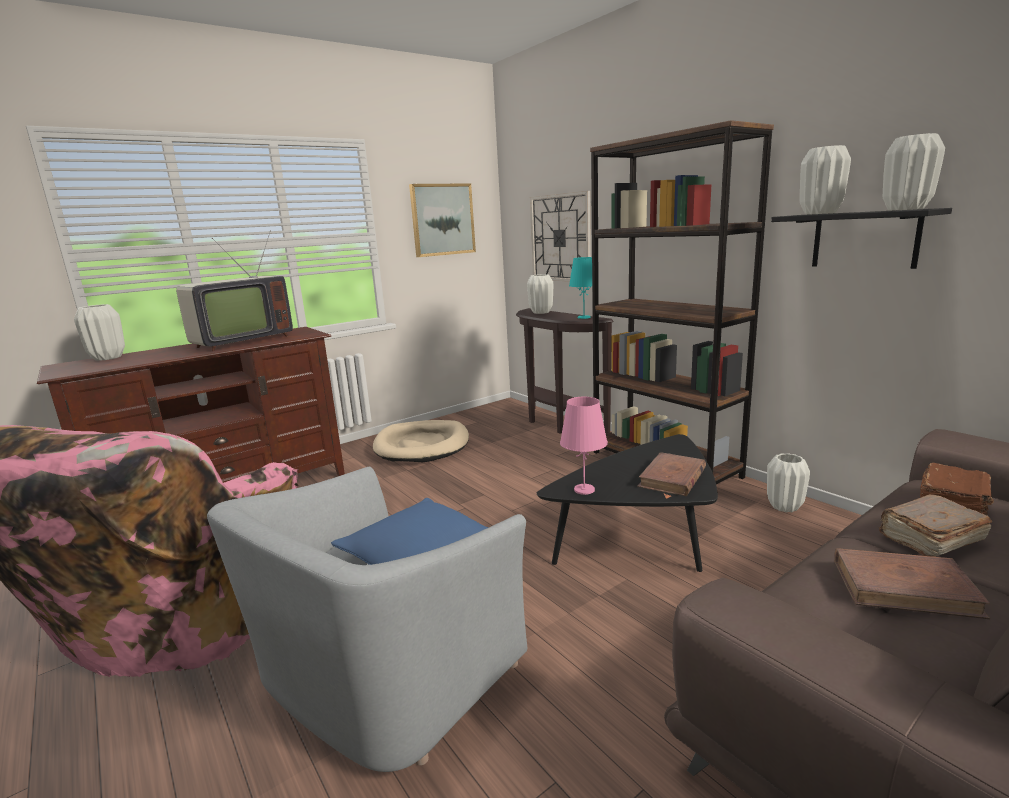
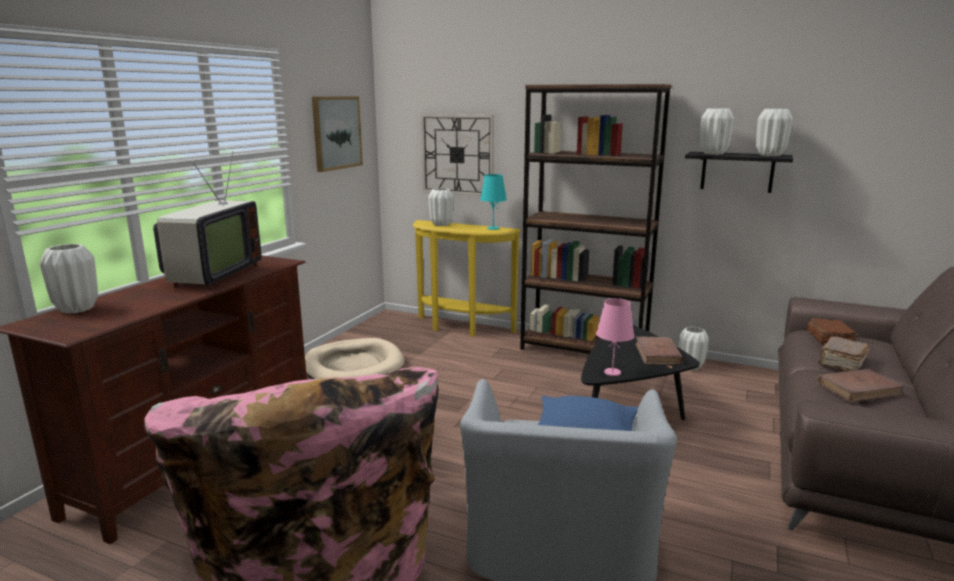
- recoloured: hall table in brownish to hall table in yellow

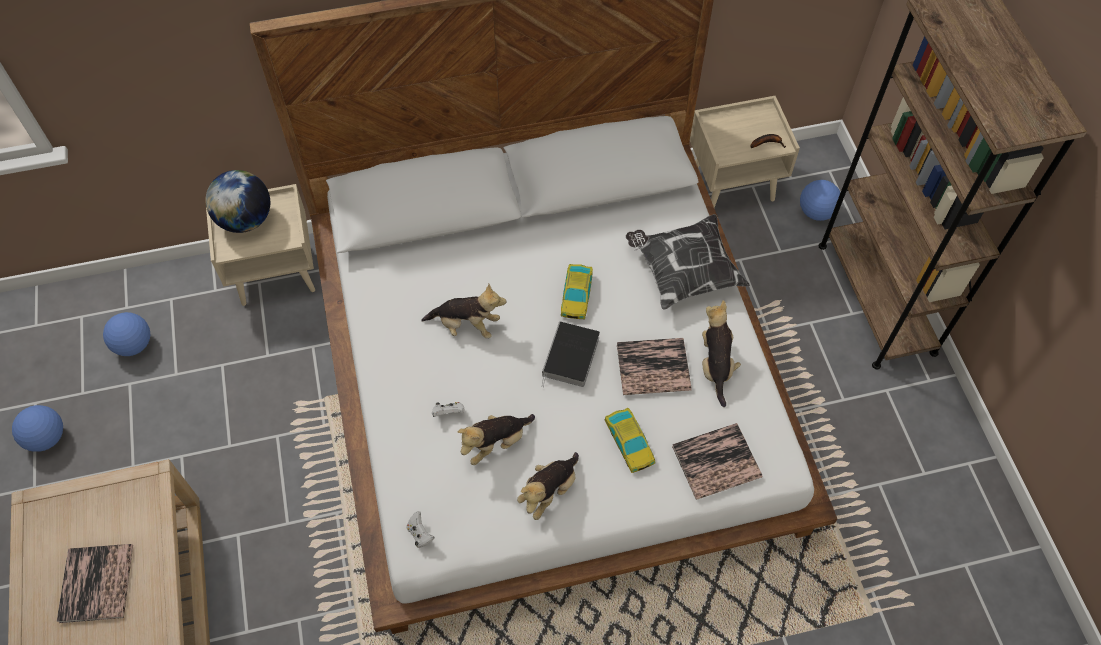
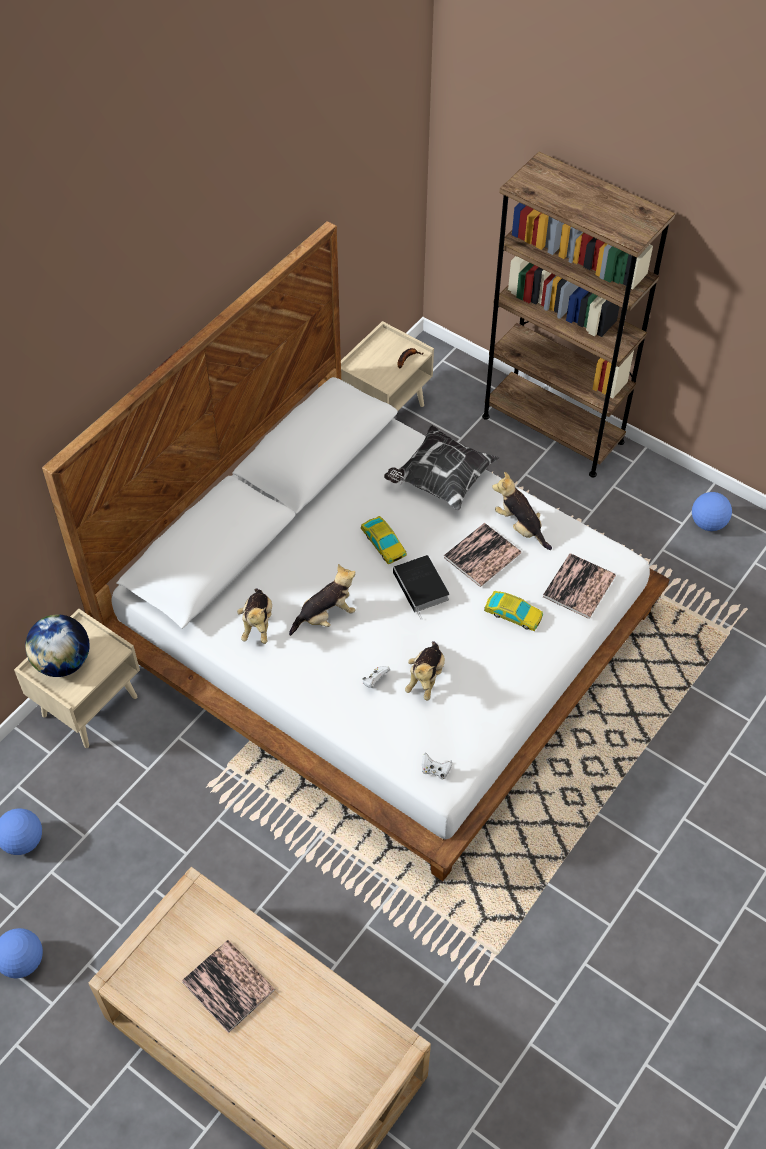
- moved: plush toy (3rd from left in the first image) to plush toy (1st from left)
- moved: ball for football (3rd from left)

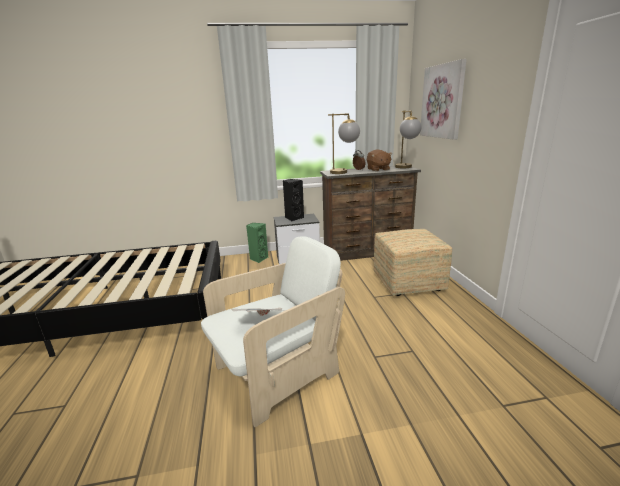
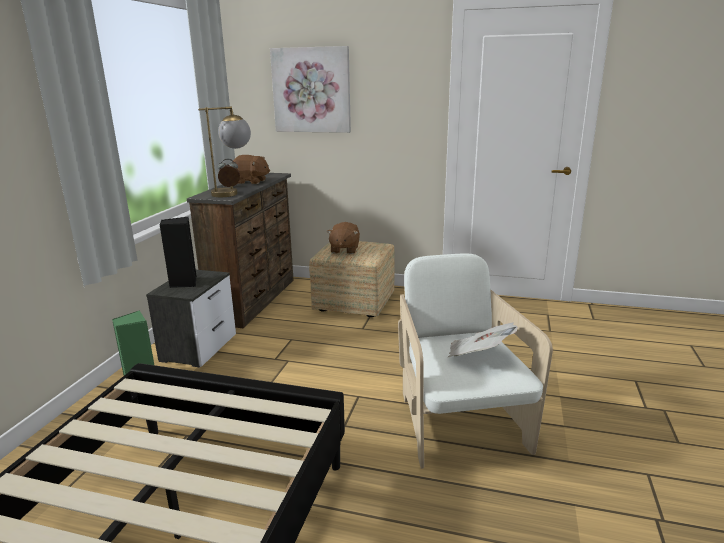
- added: plush toy in brownish (2nd from left)
- removed: table lamp (2nd from left)

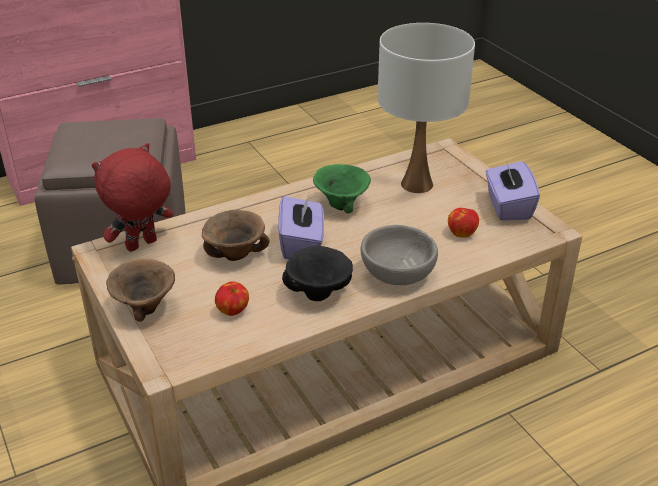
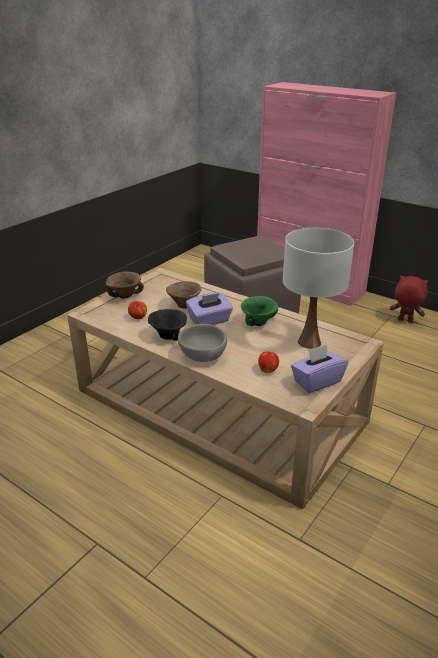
- moved: plush toy in red

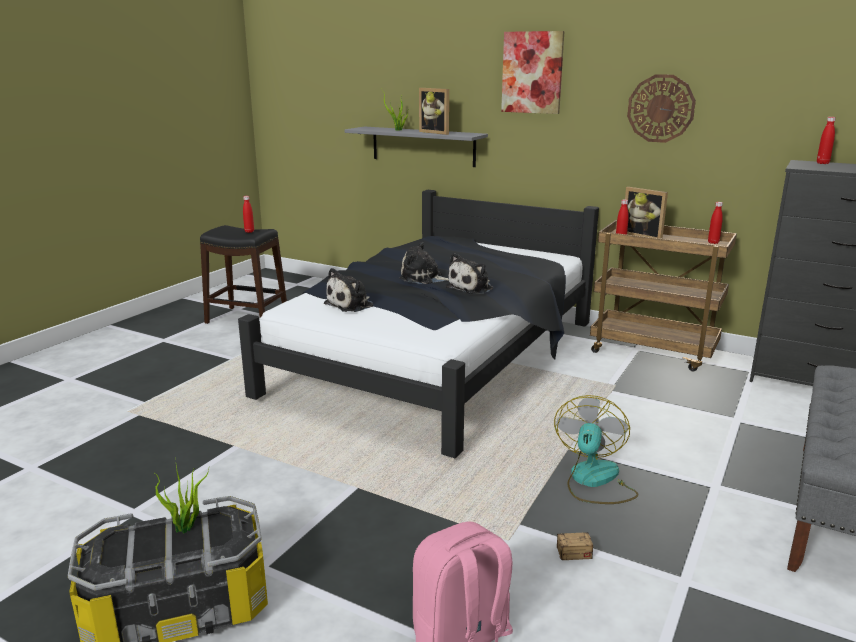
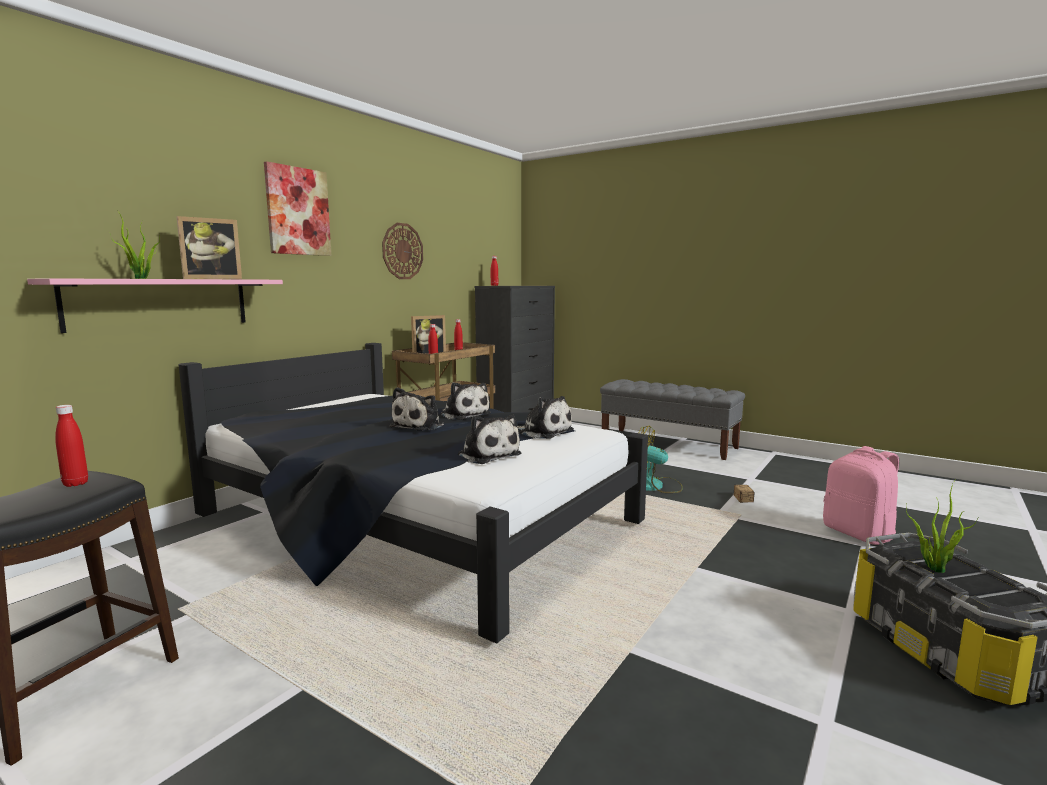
- recoloured: wall shelf in gray to wall shelf in pinkish
- added: plush toy (4th from left)

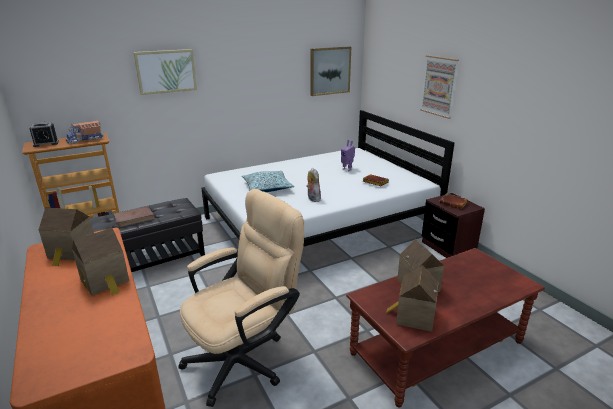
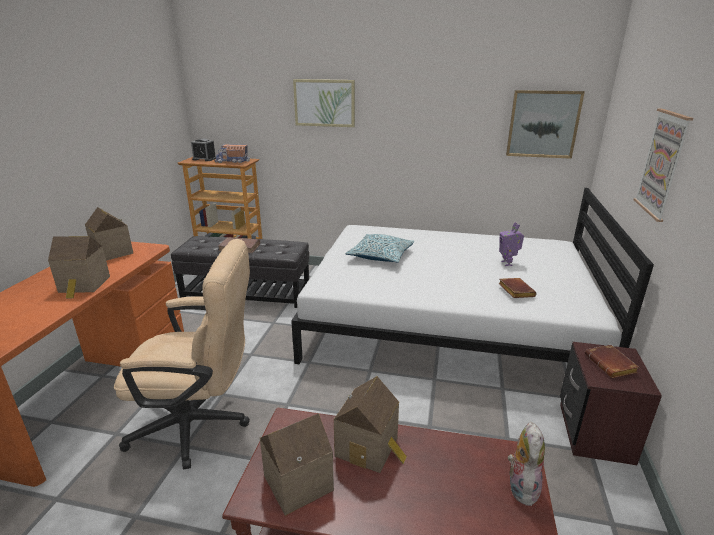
- moved: plush toy

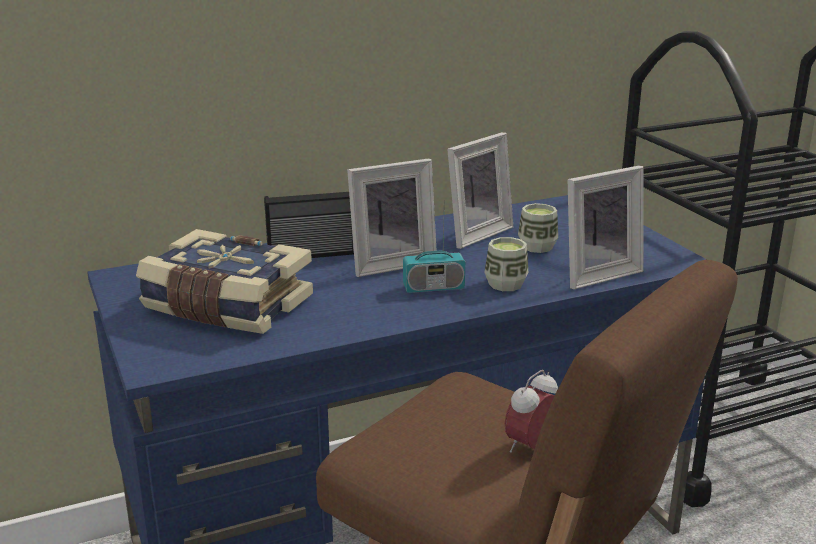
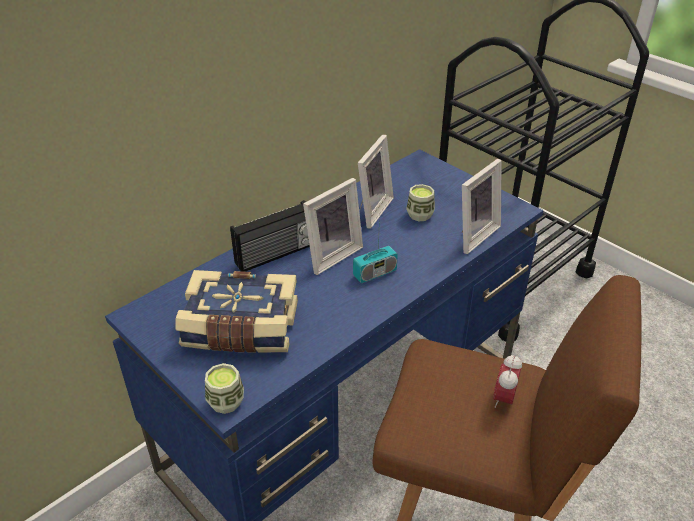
- moved: small cup (1st from left)

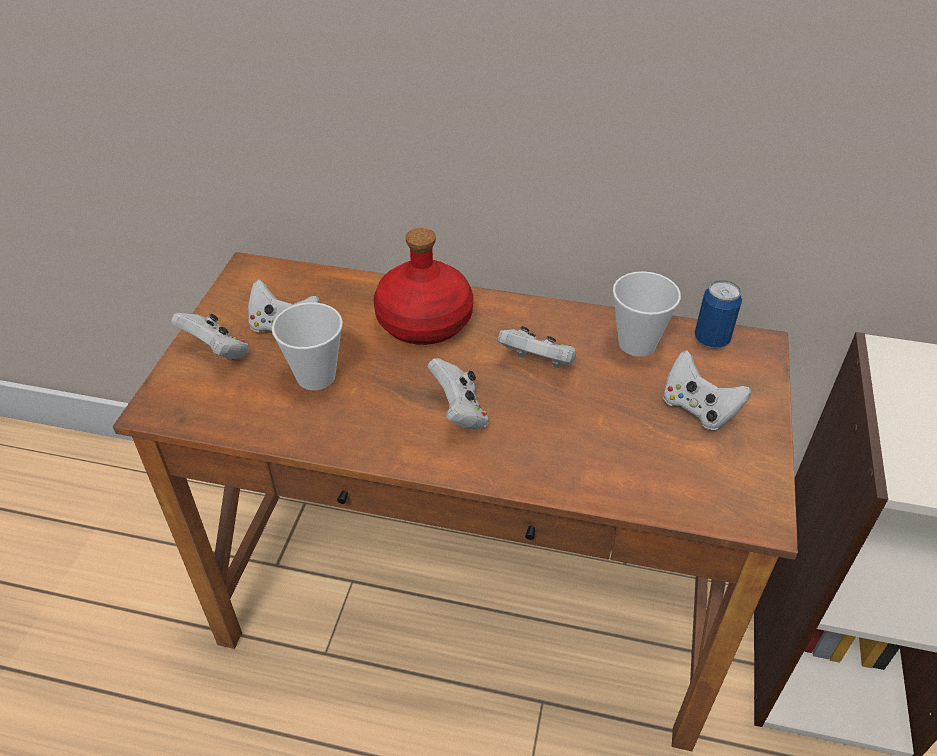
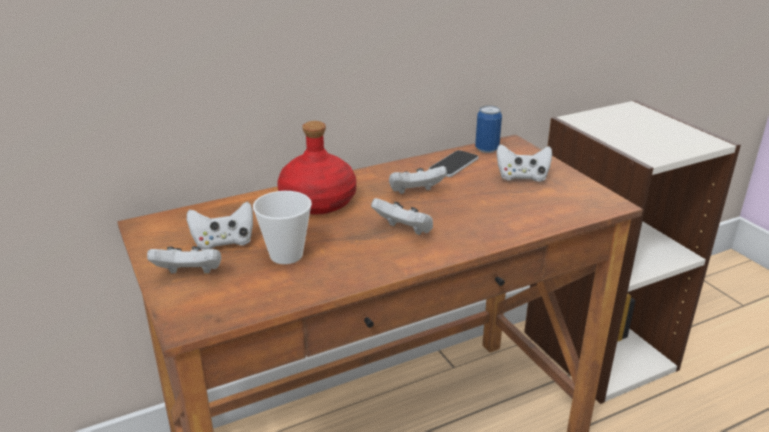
- replaced: small cup (2nd from left) to telephone

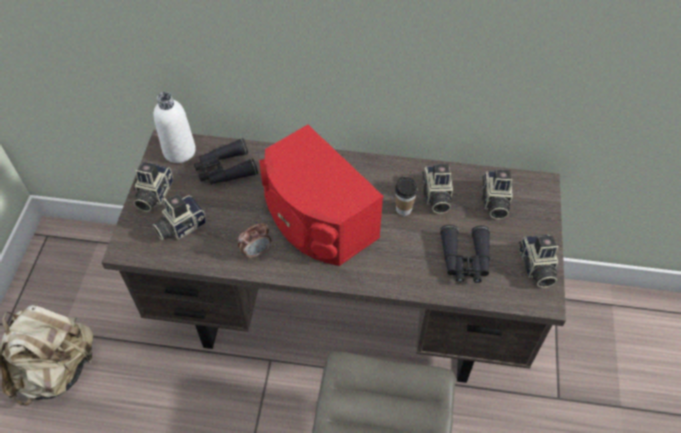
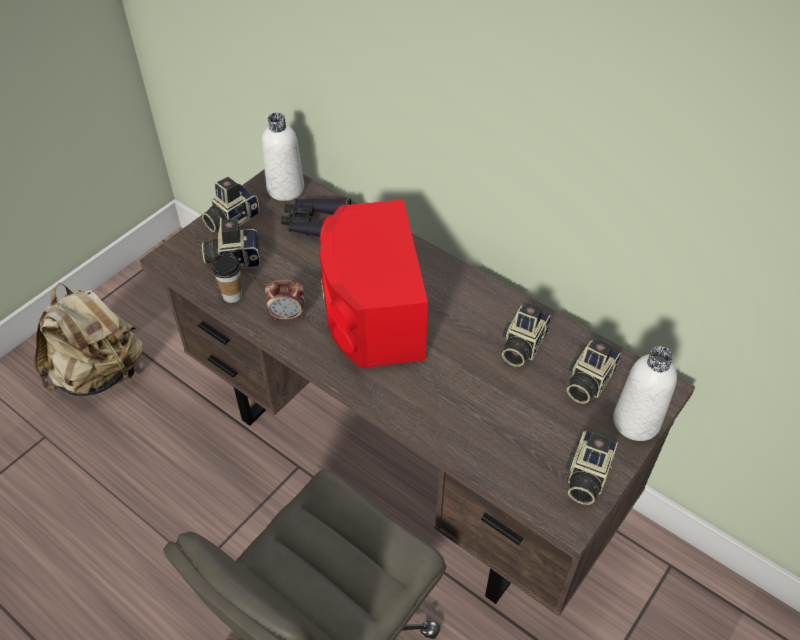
- moved: small cup
- added: drink bottle in whitish (2nd from left)
- removed: binoculars in blackish (2nd from left)

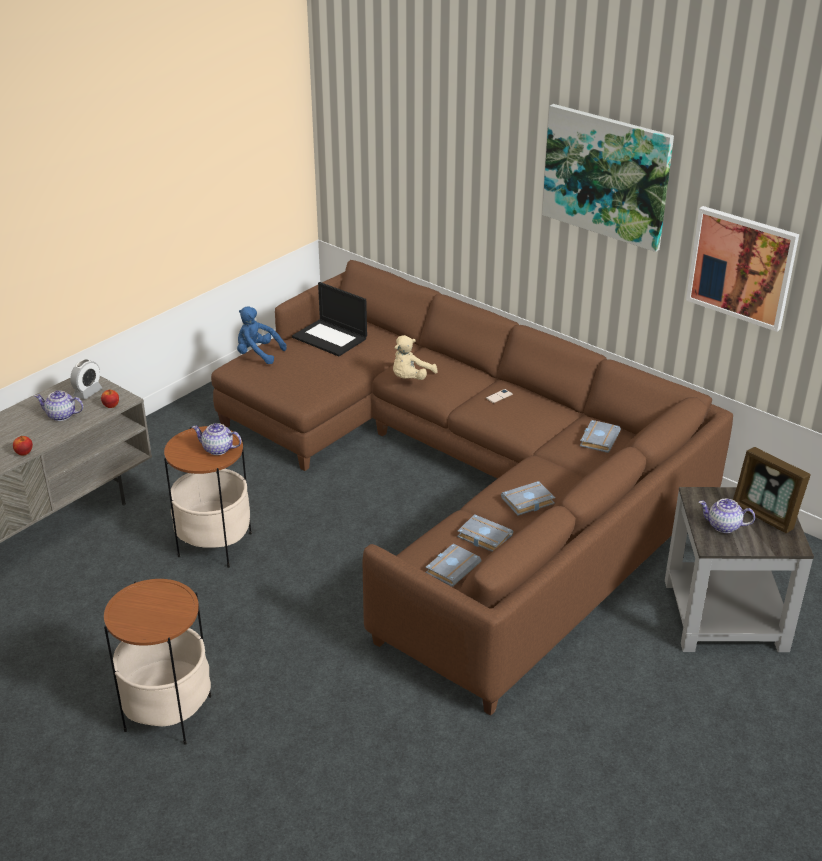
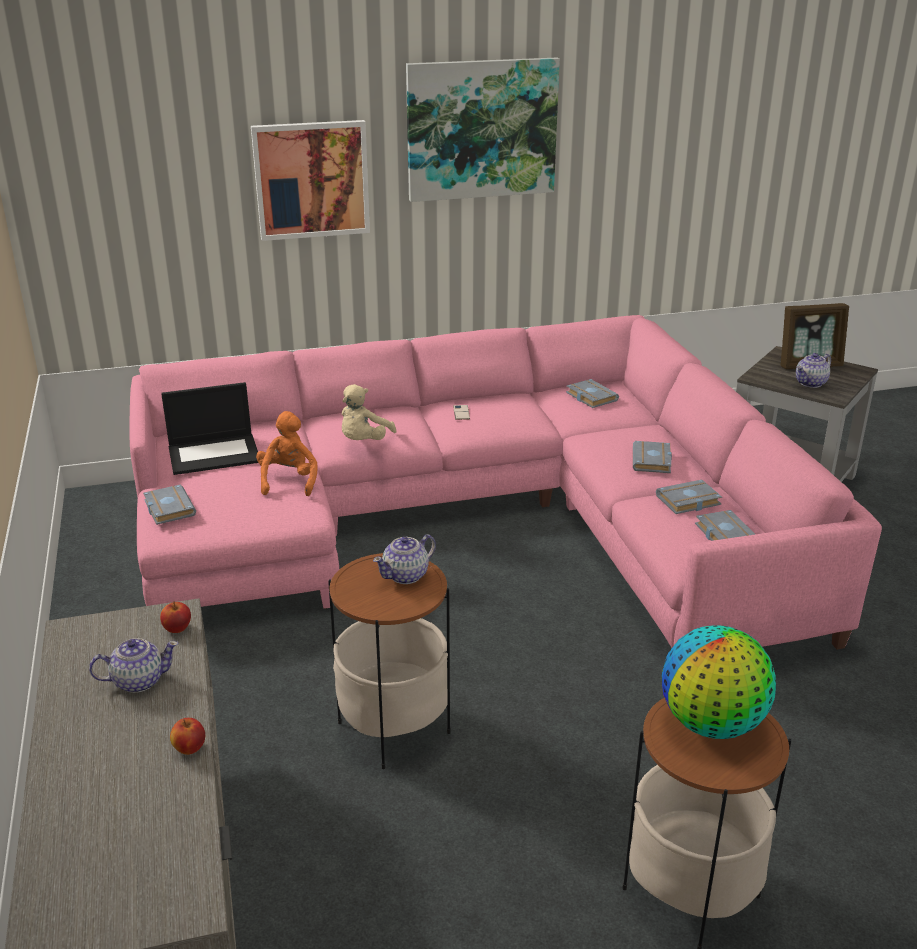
- turned: pot for tea (1st from left) 150 degrees counterclockwise
- recoloured: sofa in brownish to sofa in pinkish
- replaced: plush toy in blue to book in gray (1st from left)
- moved: wall picture (2nd from left in the first image) to wall picture (1st from left)
- added: plush toy in orange
- turned: plush toy in beige-coloured 45 degrees clockwise
- added: world globe
- removed: table clock

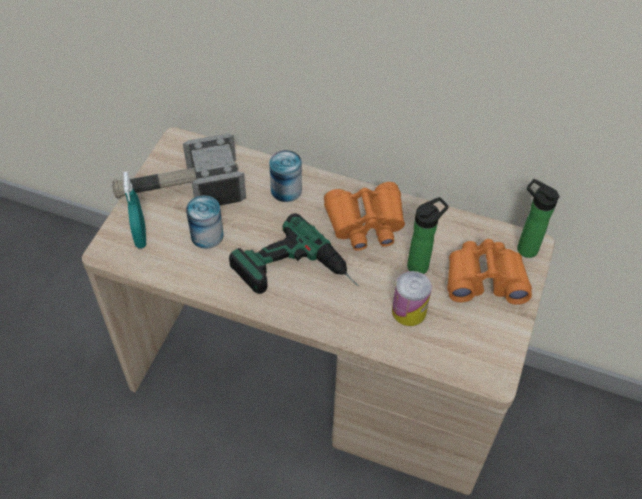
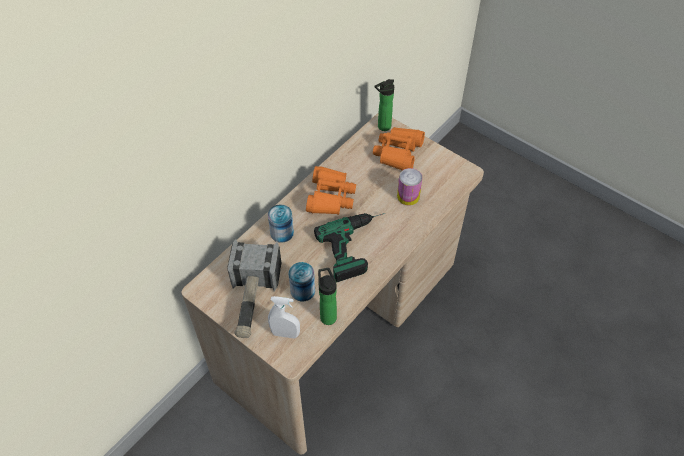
- recoloured: sprayer in blue-green to sprayer in whitish
- moved: drink bottle (1st from left)

